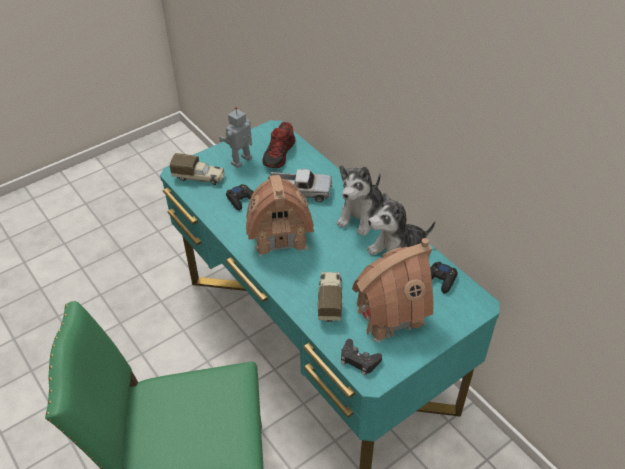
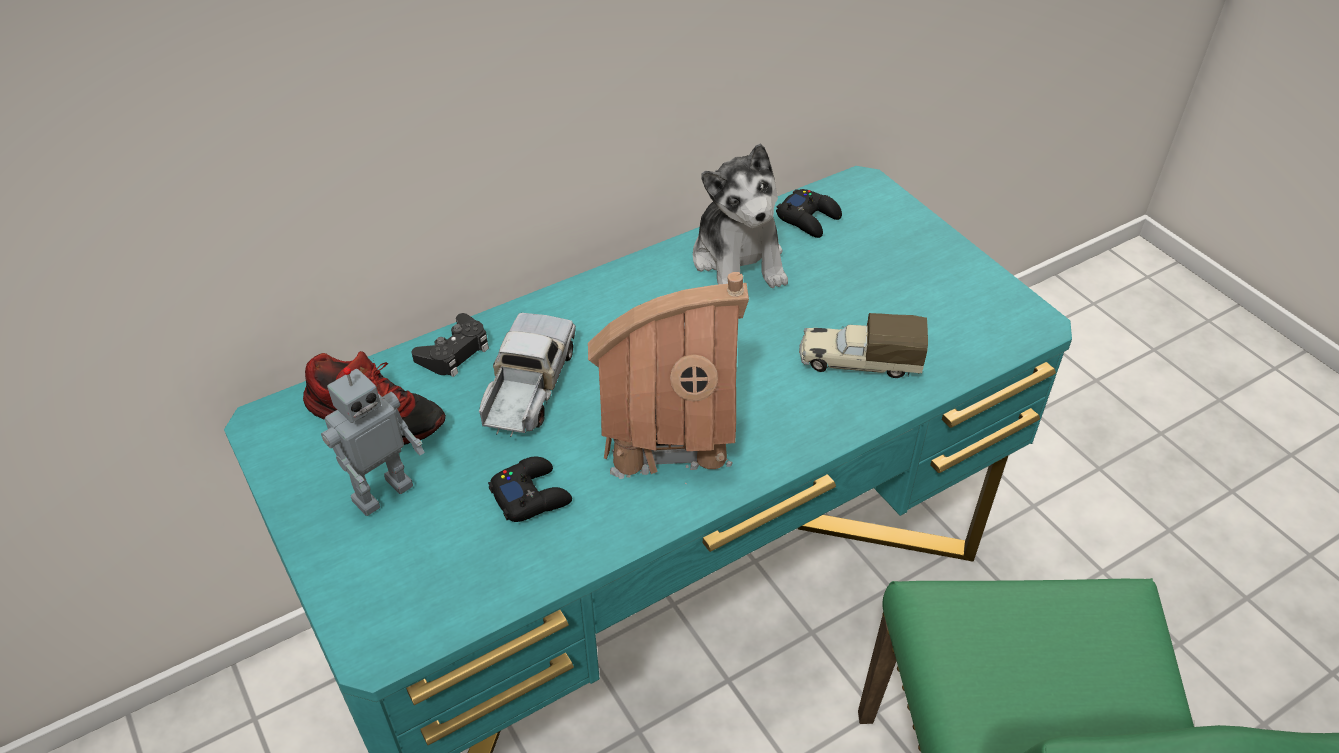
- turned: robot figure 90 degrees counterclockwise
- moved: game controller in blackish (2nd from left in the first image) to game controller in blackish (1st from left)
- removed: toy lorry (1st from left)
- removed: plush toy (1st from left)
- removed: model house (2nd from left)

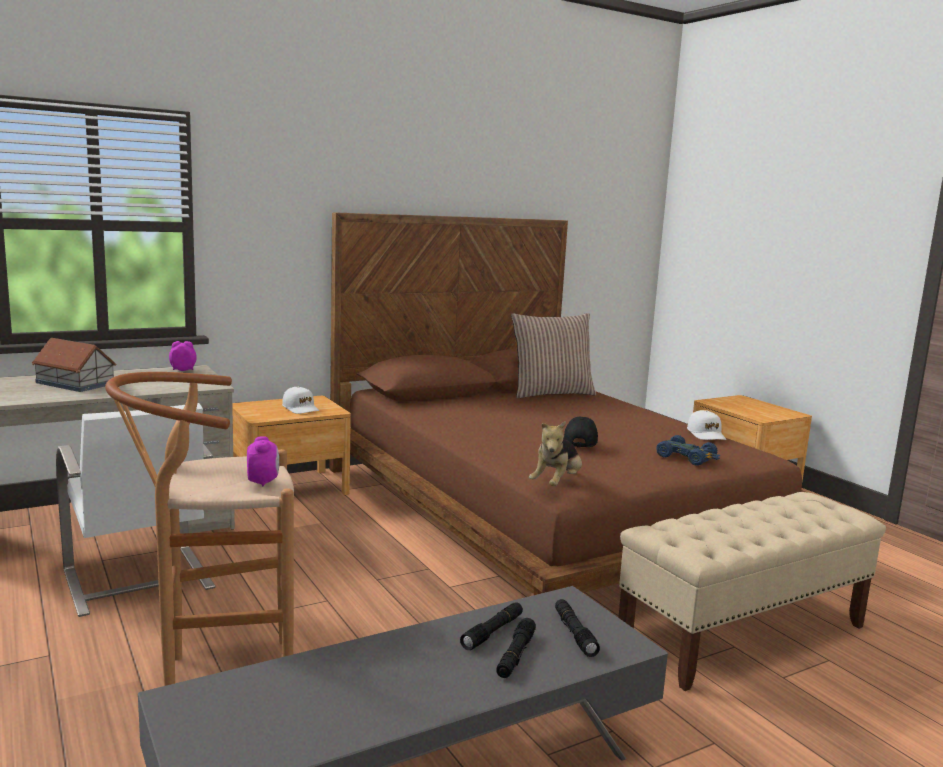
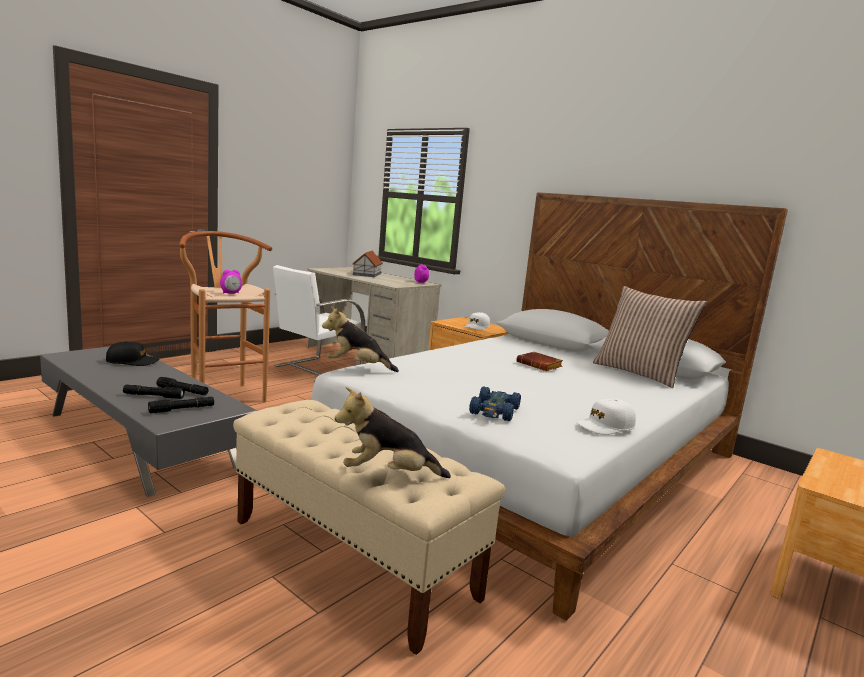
- moved: peaked cap in blackish
- recoloured: sleeping bed in brownish to sleeping bed in whitish
- added: plush toy (2nd from left)
- added: book in brownish

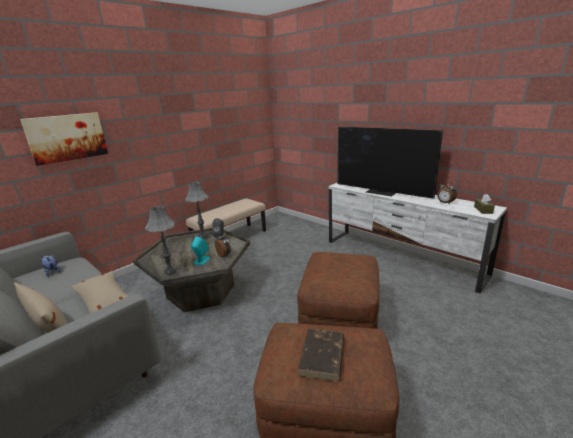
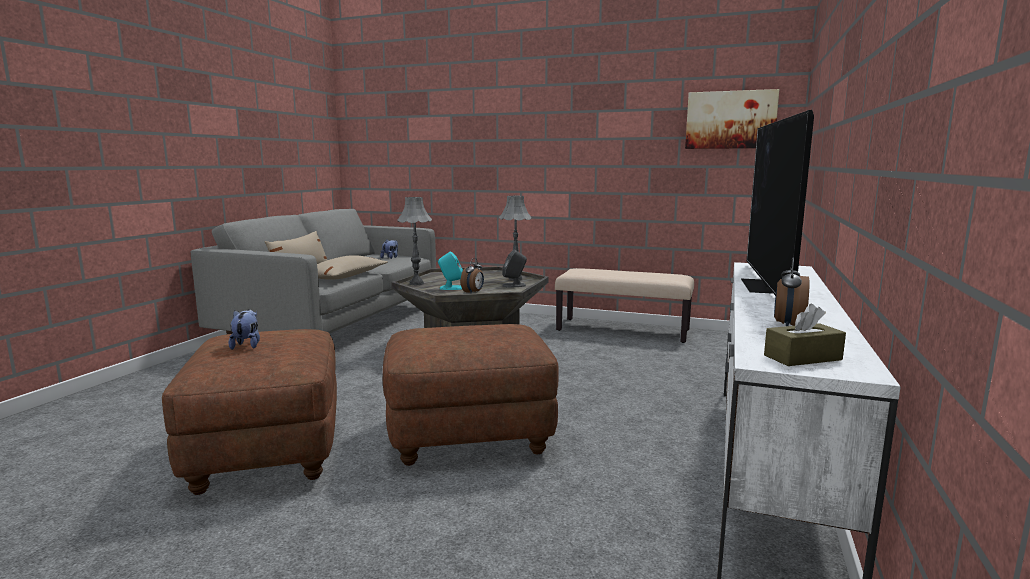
- replaced: book in brownish to plush toy (1st from left)
- moved: wall picture

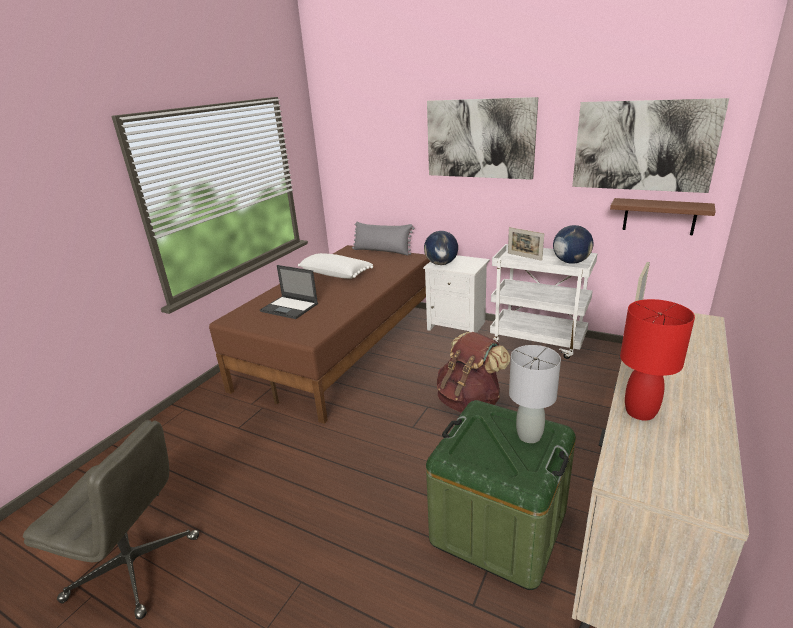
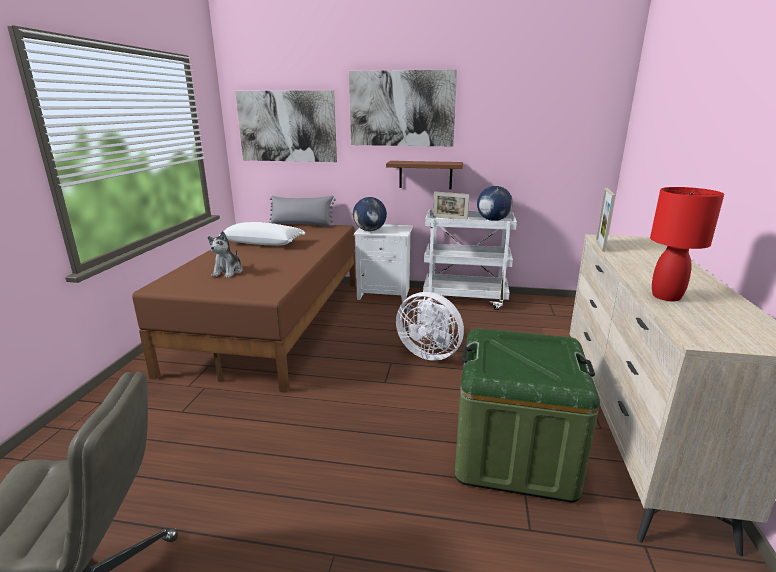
- replaced: laptop to plush toy
- moved: wall picture (2nd from left in the first image) to wall picture (1st from left)
- moved: wall shelf in brownish
- replaced: rucksack in brownish to cooling fan in whitish
- removed: table lamp in gray

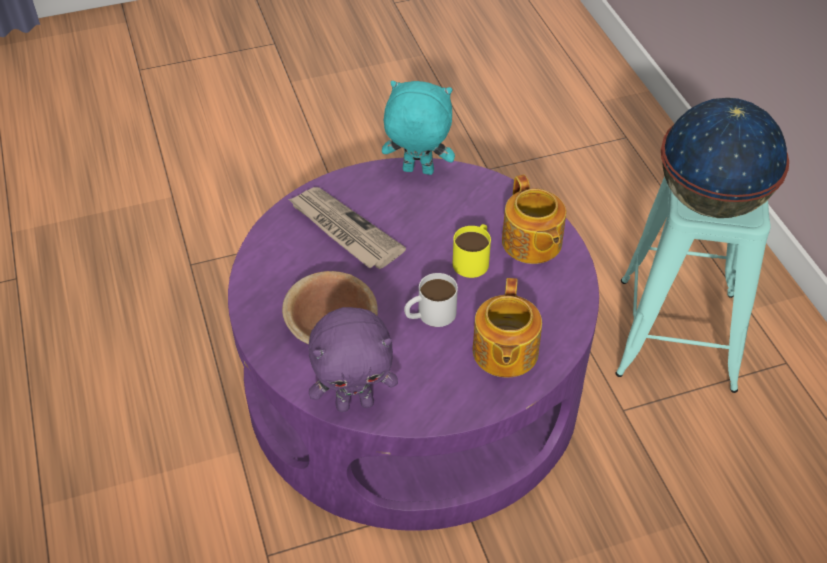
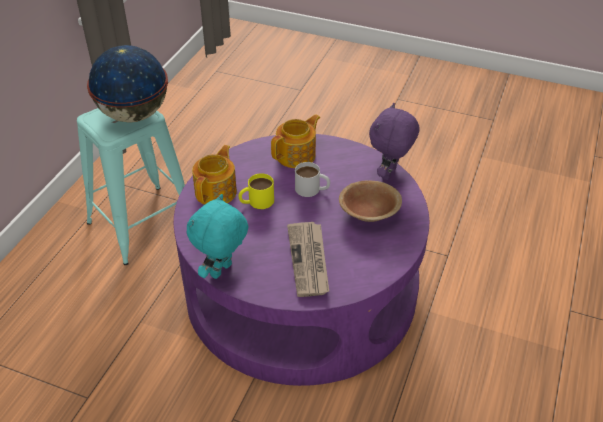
- turned: plush toy in blue-green 75 degrees clockwise
- turned: plush toy in purple 90 degrees counterclockwise

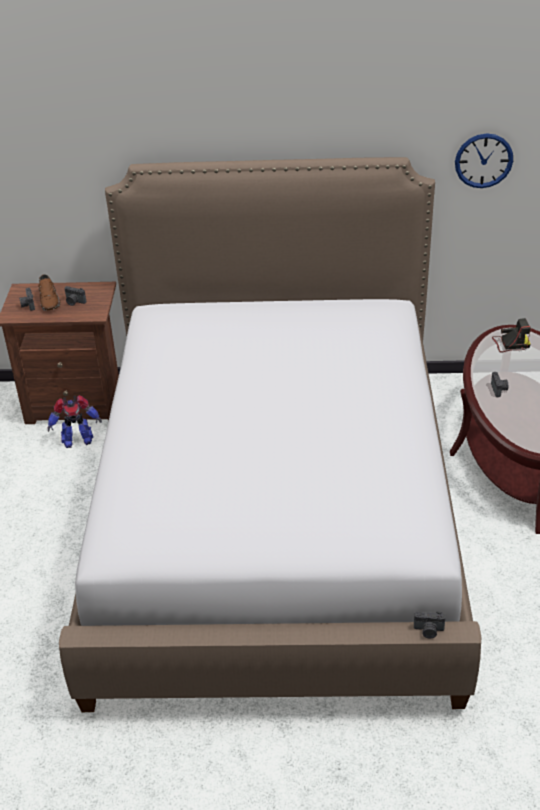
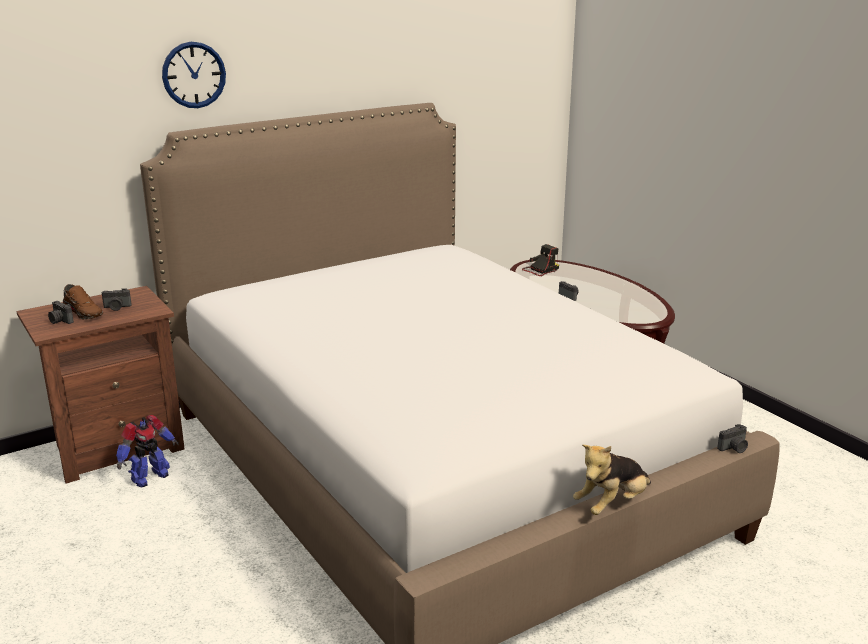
- moved: wall clock
- added: plush toy

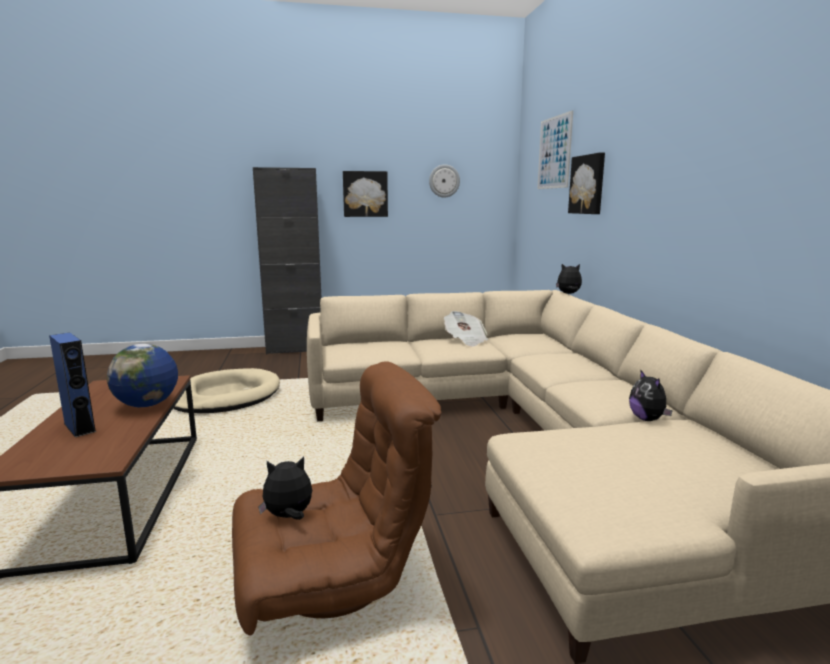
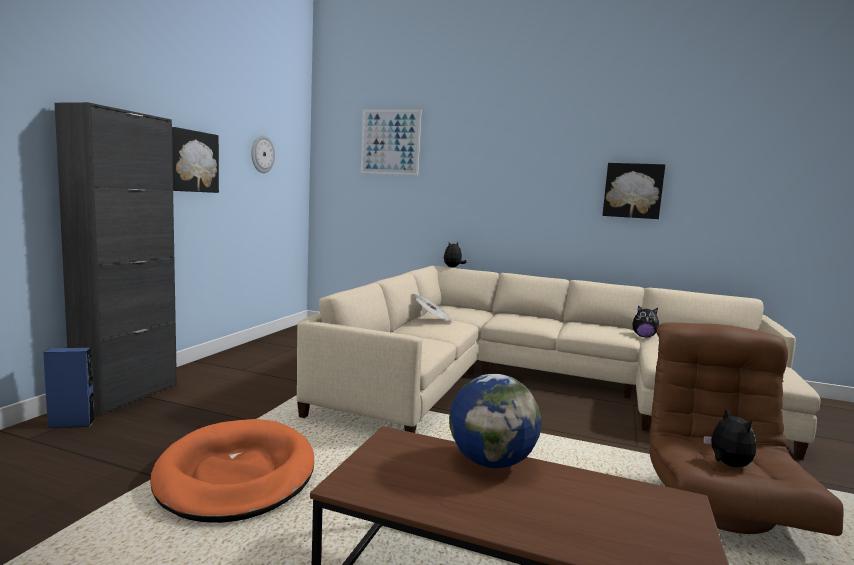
- moved: audio speaker in blue
- recoloured: dog bed in beige-coloured to dog bed in orange
- moved: wall picture (3rd from left)
- turned: plush toy (1st from left in the first image) 150 degrees clockwise

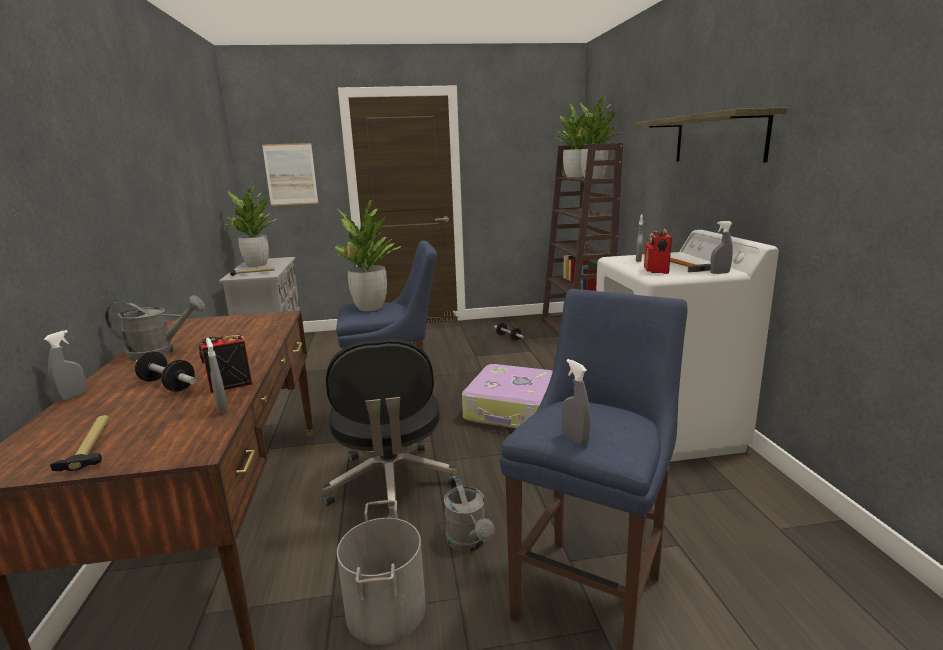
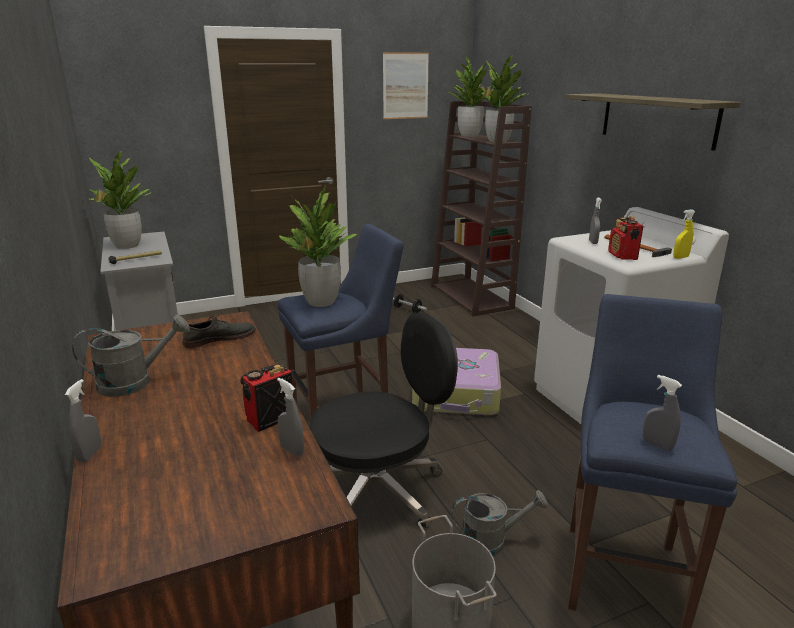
- added: low shoe in gray
- turned: office chair in blackish 90 degrees counterclockwise
- moved: wall picture
- turned: sprinkling can in gray (2nd from left) 60 degrees counterclockwise
- recoloured: sprayer in gray (5th from left) to sprayer in yellow
- removed: hand hammer (1st from left)
- removed: dumbbell (1st from left)

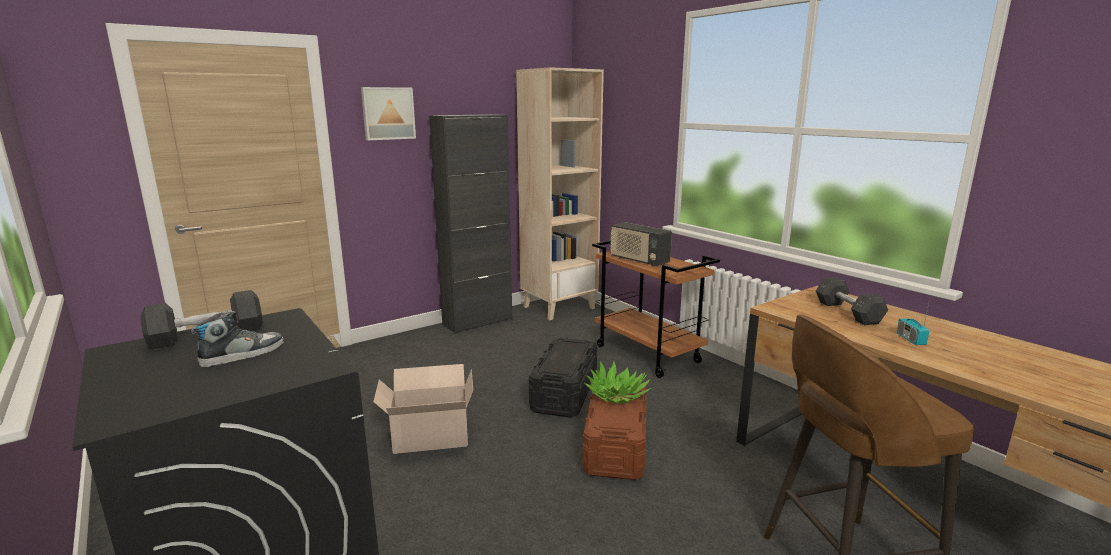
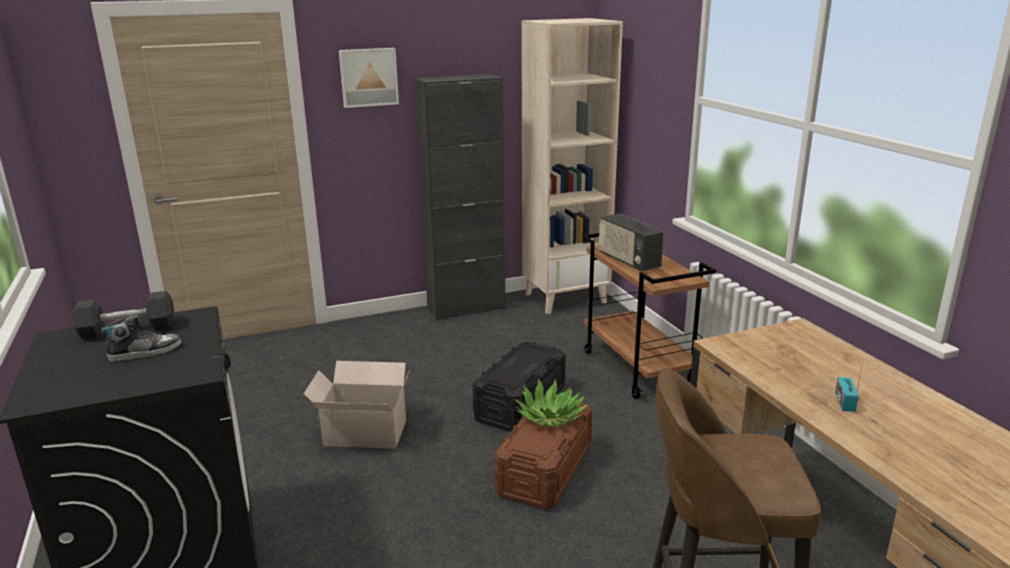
- removed: dumbbell in gray (2nd from left)

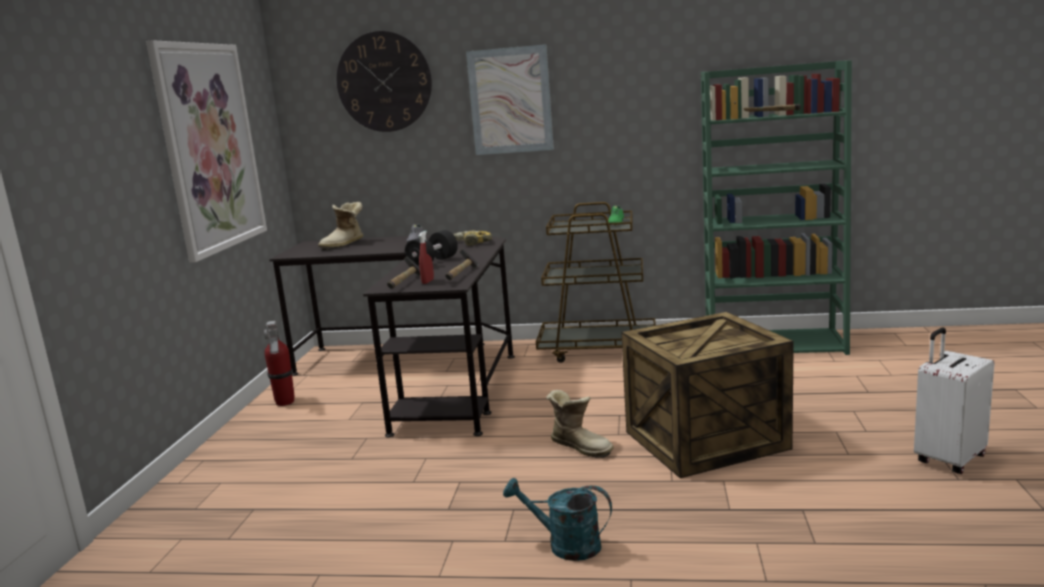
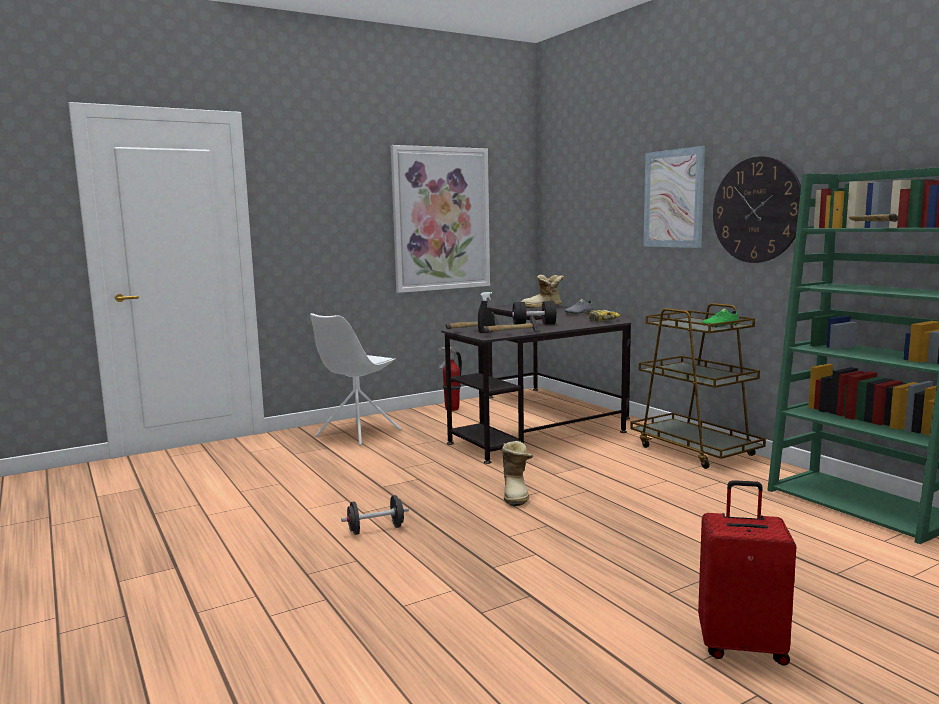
- added: upright chair in whitish
- replaced: sprinkling can in blue-green to dumbbell in blackish (1st from left)
- recoloured: sprayer in red to sprayer in blackish
- recoloured: suitcase in whitish to suitcase in red
- moved: wall clock
- removed: crate

